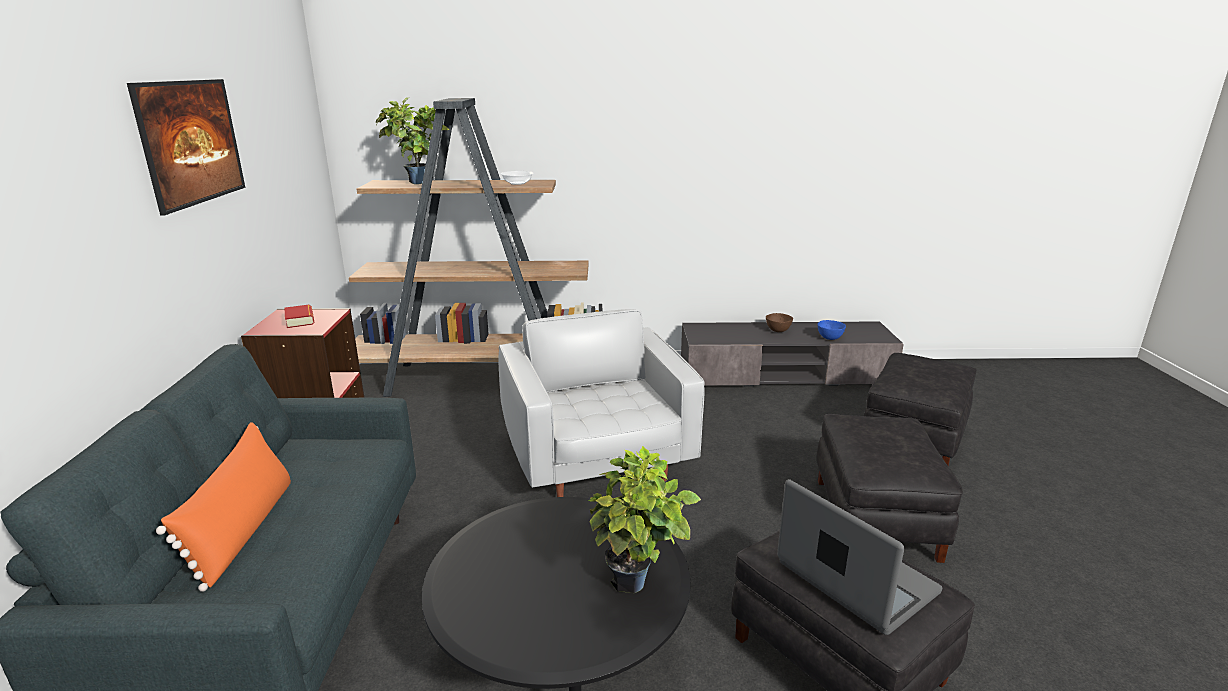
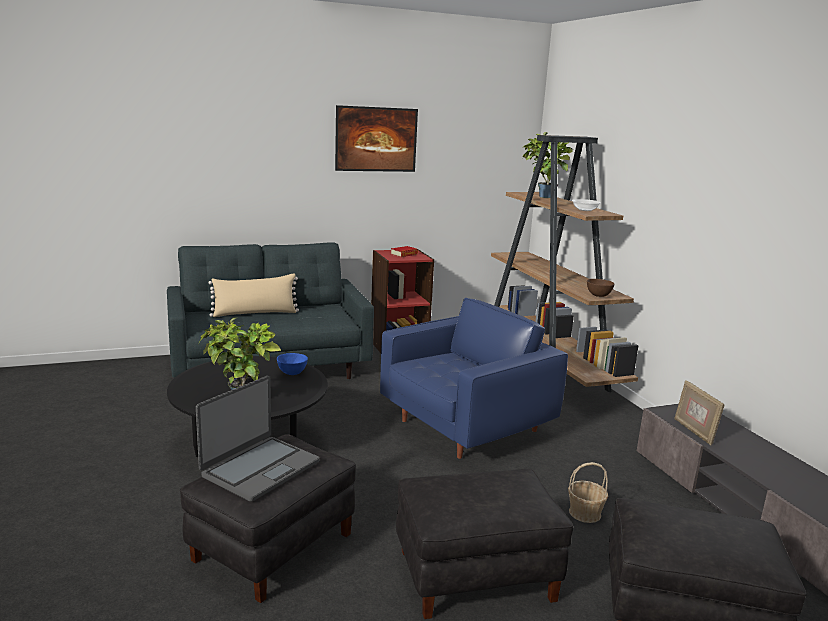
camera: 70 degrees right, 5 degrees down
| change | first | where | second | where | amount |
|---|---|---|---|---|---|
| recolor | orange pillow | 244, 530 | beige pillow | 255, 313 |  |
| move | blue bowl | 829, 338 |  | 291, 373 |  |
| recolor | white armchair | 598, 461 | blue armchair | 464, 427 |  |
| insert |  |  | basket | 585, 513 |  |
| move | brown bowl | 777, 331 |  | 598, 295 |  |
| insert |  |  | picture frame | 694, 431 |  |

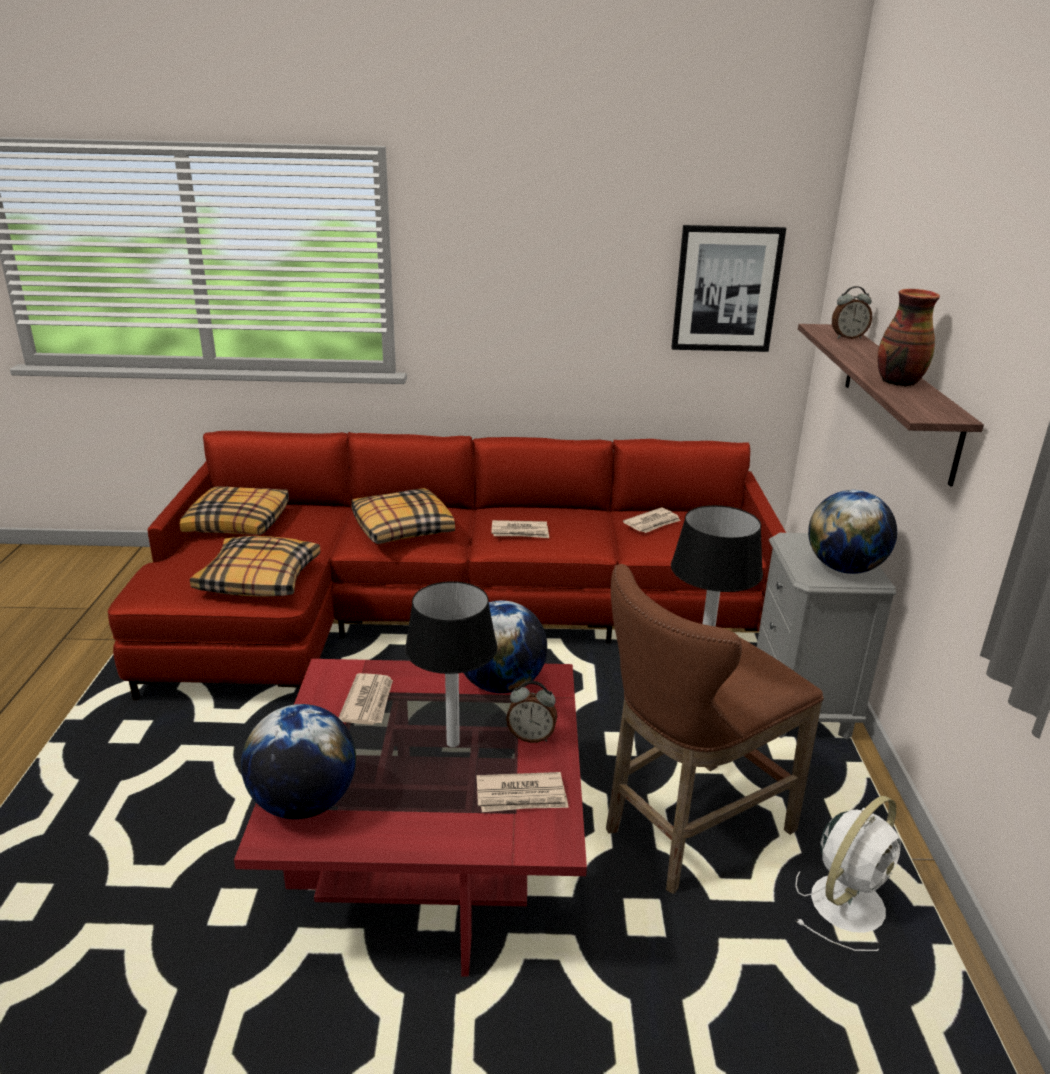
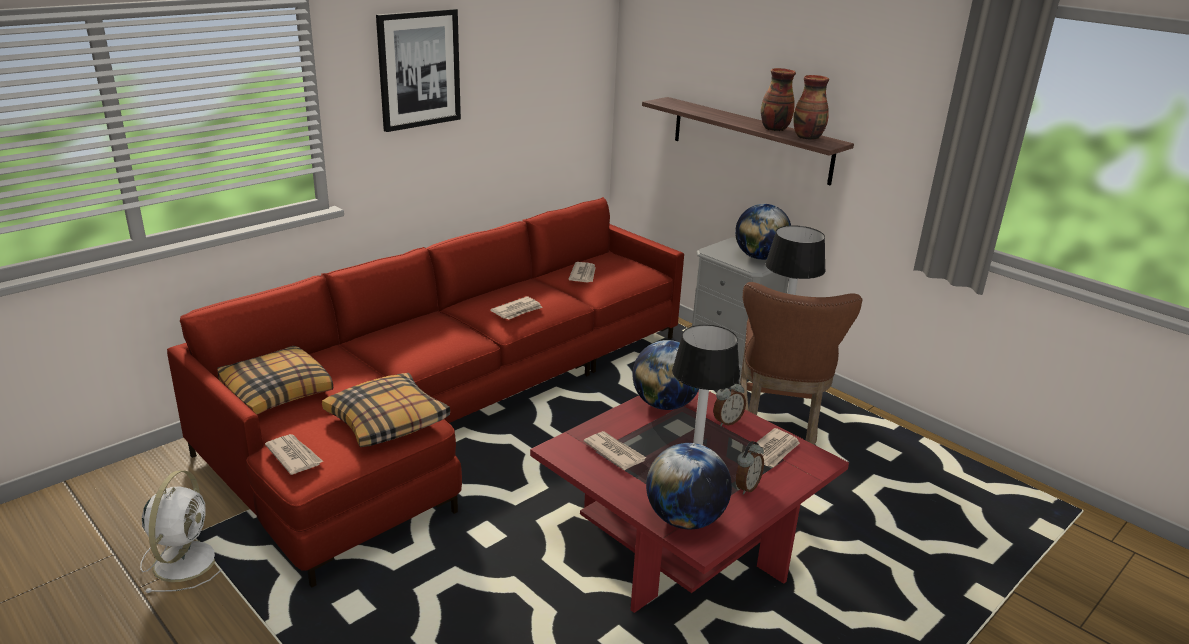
camera: 45 degrees left, 0 degrees up
| change | first | where | second | where | amount |
|---|---|---|---|---|---|
| move | white fan | 849, 902 |  | 186, 559 |  |
| insert |  |  | newspaper | 294, 456 |  |
| move | picture | 726, 289 |  | 419, 69 |  |
| move | alarm clock | 847, 337 |  | 746, 487 |  |
| insert |  |  | vase | 808, 137 |  |
| delete | pillow | 401, 528 |  |  |  |

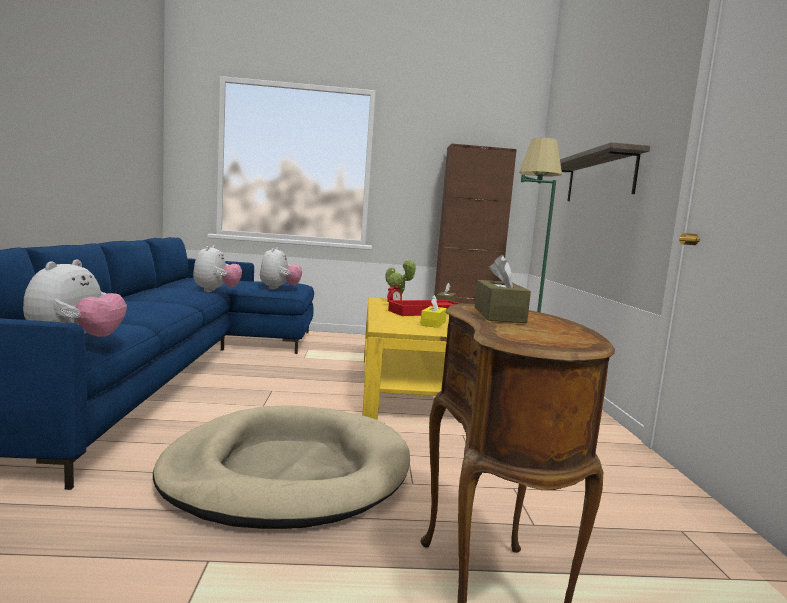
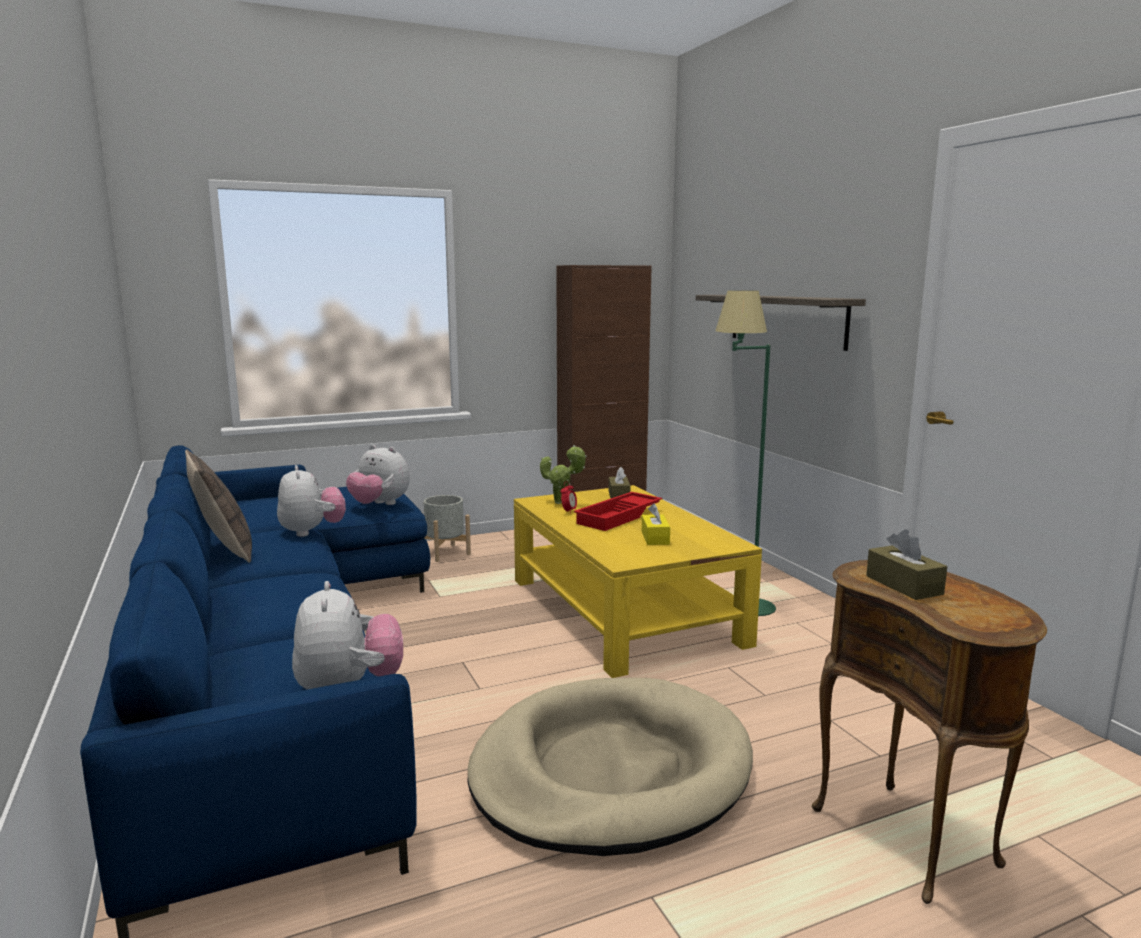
camera: 20 degrees left, 5 degrees up
| change | first | where | second | where | amount |
|---|---|---|---|---|---|
| insert |  |  | pillow | 223, 550 |  |
| rotate | plush toy | 279, 289 |  | 379, 505 | 135 degrees clockwise |
| insert |  |  | grey planter | 445, 553 |  |

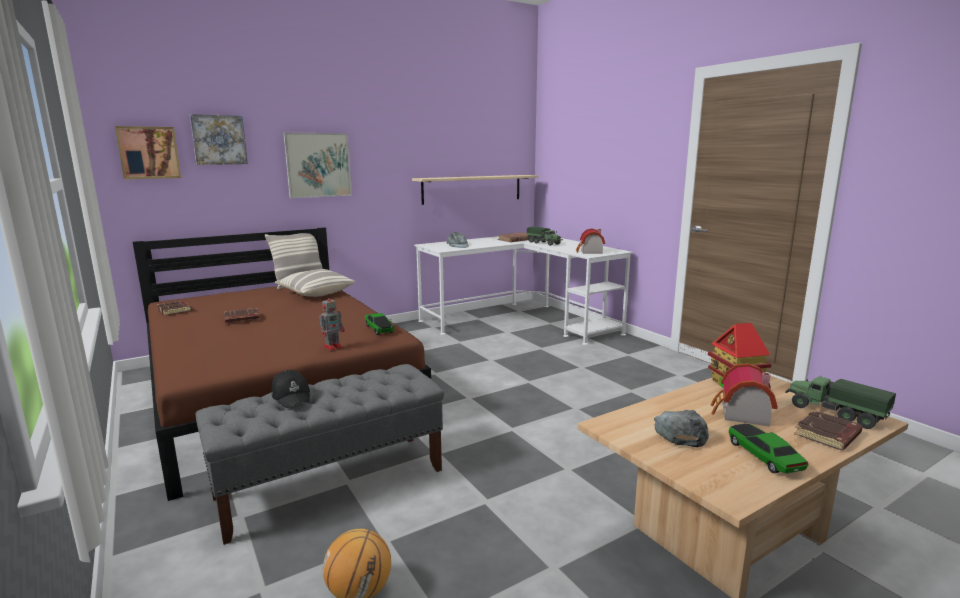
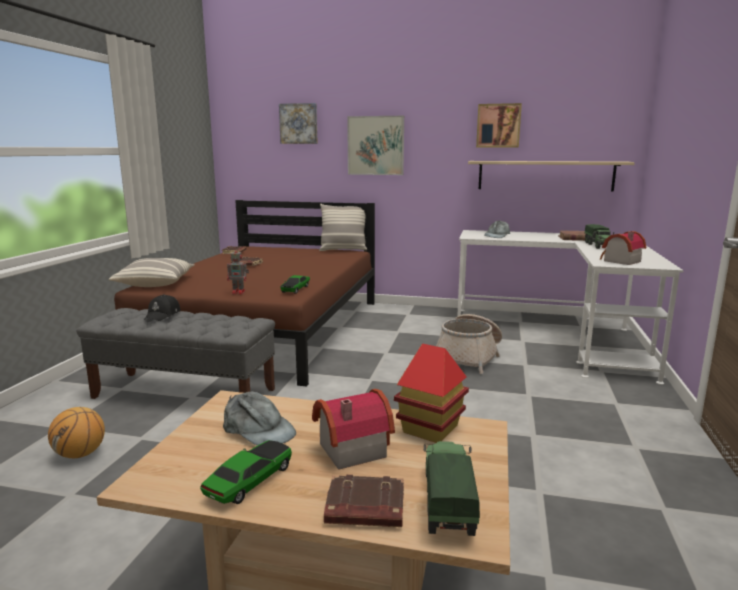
camera: 45 degrees right, 0 degrees up
| change | first | where | second | where | amount |
|---|---|---|---|---|---|
| move | pillow | 315, 293 |  | 155, 283 |  |
| rotate | grey cap | 679, 431 |  | 258, 430 | 75 degrees clockwise |
| insert |  |  | basket | 468, 357 |  |
| move | picture | 149, 152 |  | 498, 125 |  |

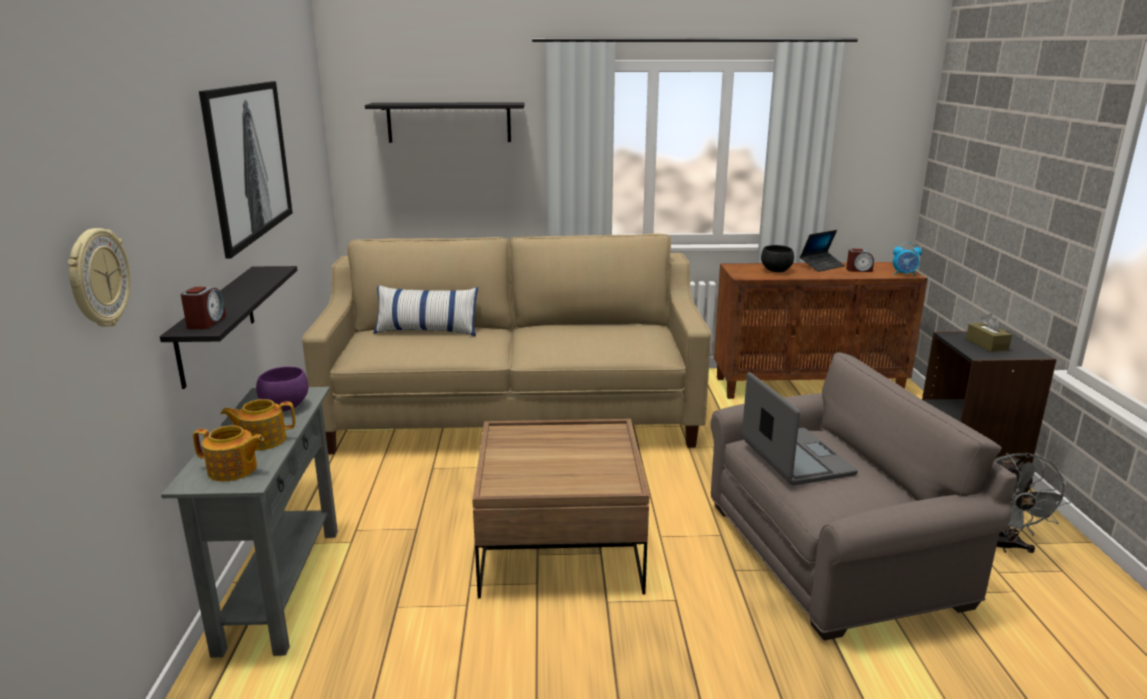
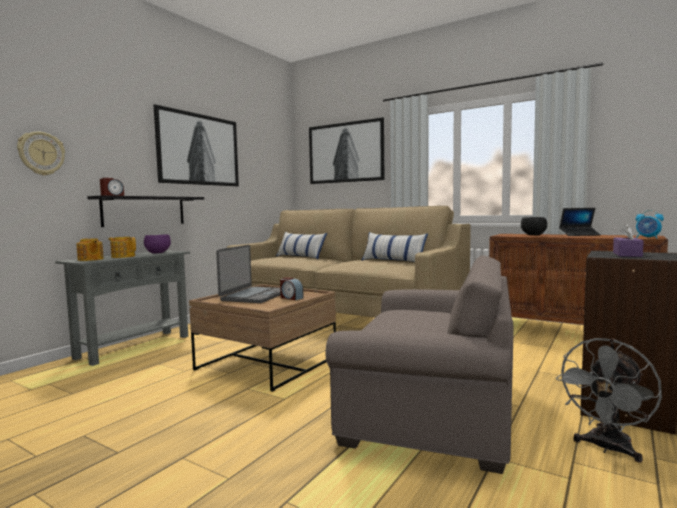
camera: 35 degrees right, 15 degrees down
| change | first | where | second | where | amount |
|---|---|---|---|---|---|
| move | laptop | 795, 458 |  | 254, 296 |  |
| move | alarm clock | 859, 270 |  | 291, 298 |  |
| replace | black shelf | 449, 122 | picture | 346, 152 |  |
| insert |  |  | pillow | 393, 261 |  |
| recolor | brown tissue box | 986, 344 | purple tissue box | 627, 254 |  |

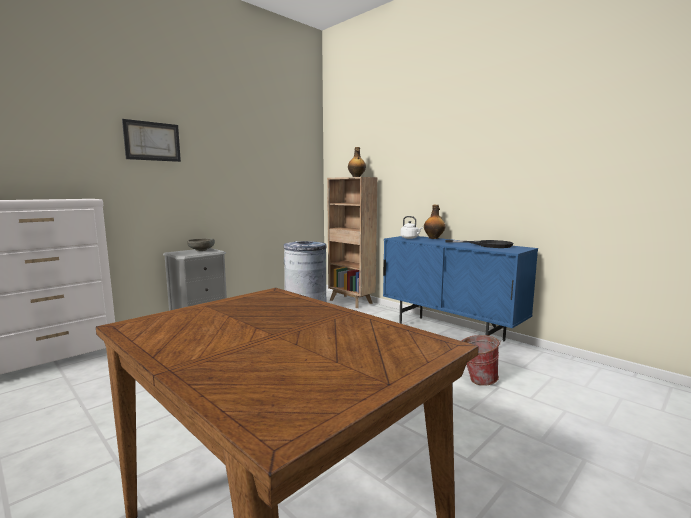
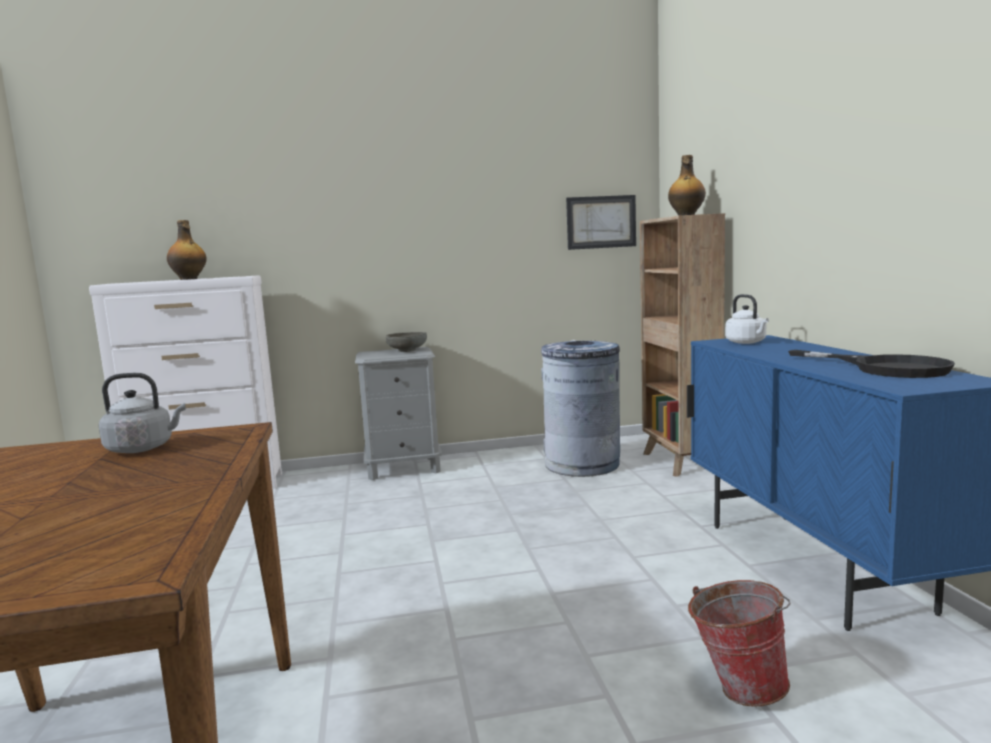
camera: 35 degrees right, 0 degrees up
| change | first | where | second | where | amount |
|---|---|---|---|---|---|
| insert |  |  | grey kettle | 143, 448 |  |
| move | bottle | 434, 238 |  | 189, 279 |  |
| move | picture | 152, 141 |  | 601, 222 |  |

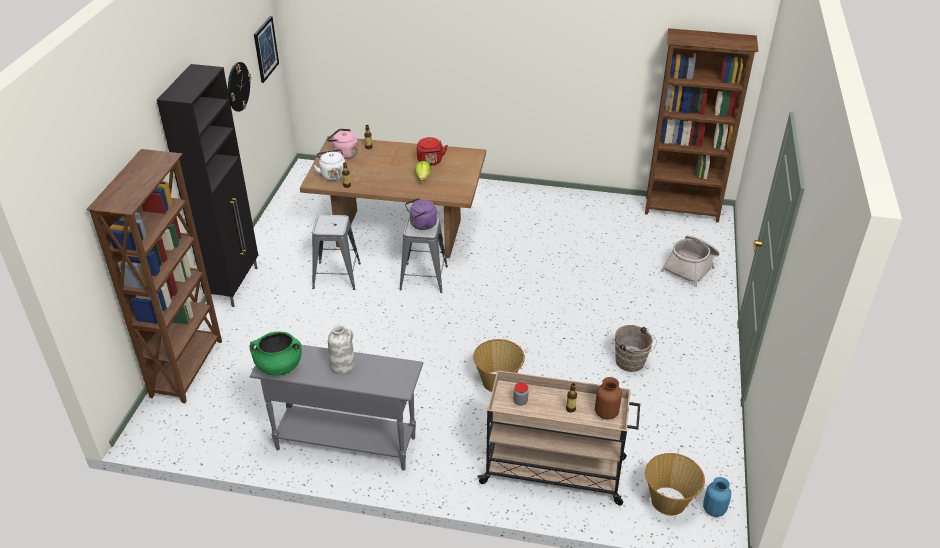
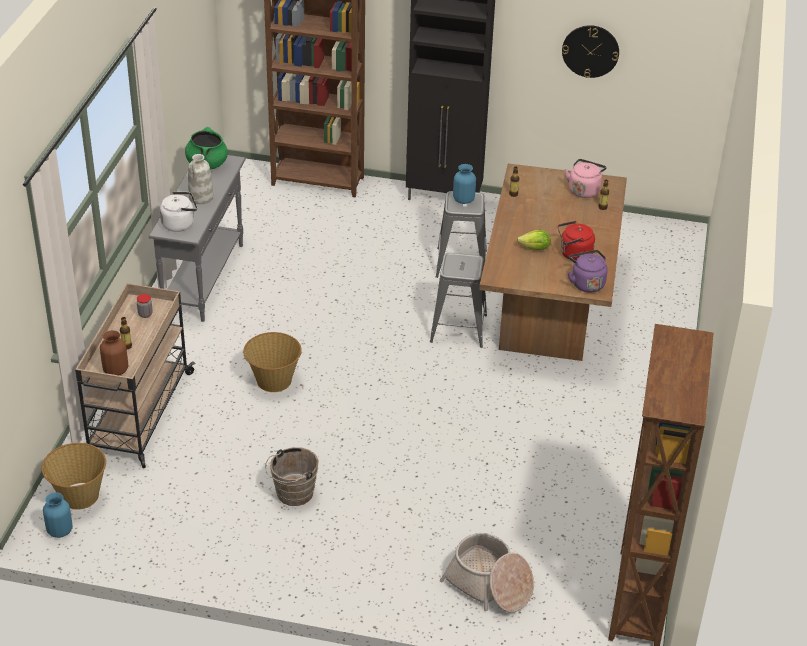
camera: 90 degrees right, 0 degrees up
| change | first | where | second | where | amount |
|---|---|---|---|---|---|
| move | white kettle | 332, 174 |  | 180, 224 |  |
| insert |  |  | blue vase | 463, 199 |  |
| move | purple kettle | 421, 225 |  | 586, 283 |  |
| delete | picture | 265, 49 |  |  |  |

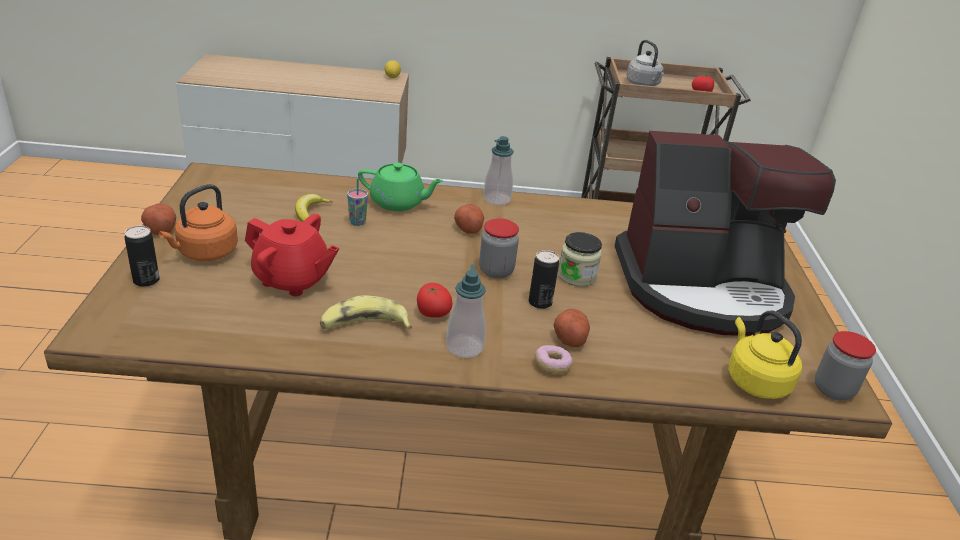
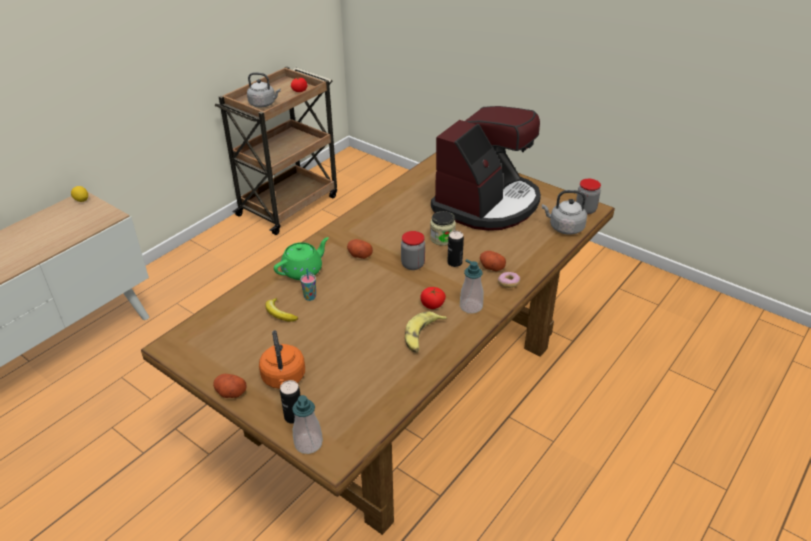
camera: 50 degrees left, 5 degrees up
| change | first | where | second | where | amount |
|---|---|---|---|---|---|
| move | soap dispenser | 497, 199 |  | 308, 443 |  |
| recolor | yellow kettle | 755, 380 | grey kettle | 564, 228 |  |
| delete | red teapot | 292, 280 |  |  |  |

